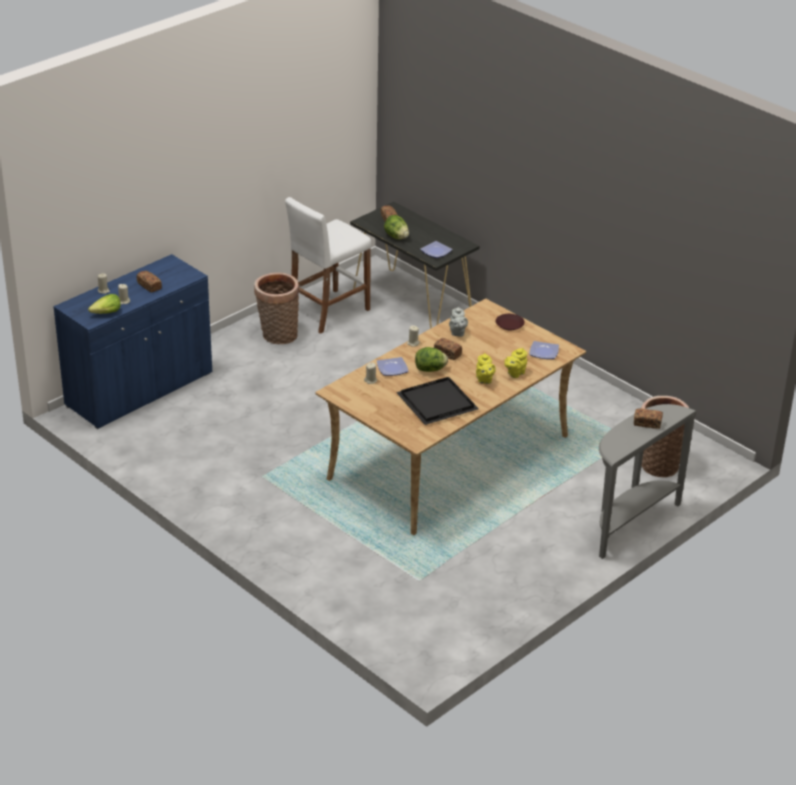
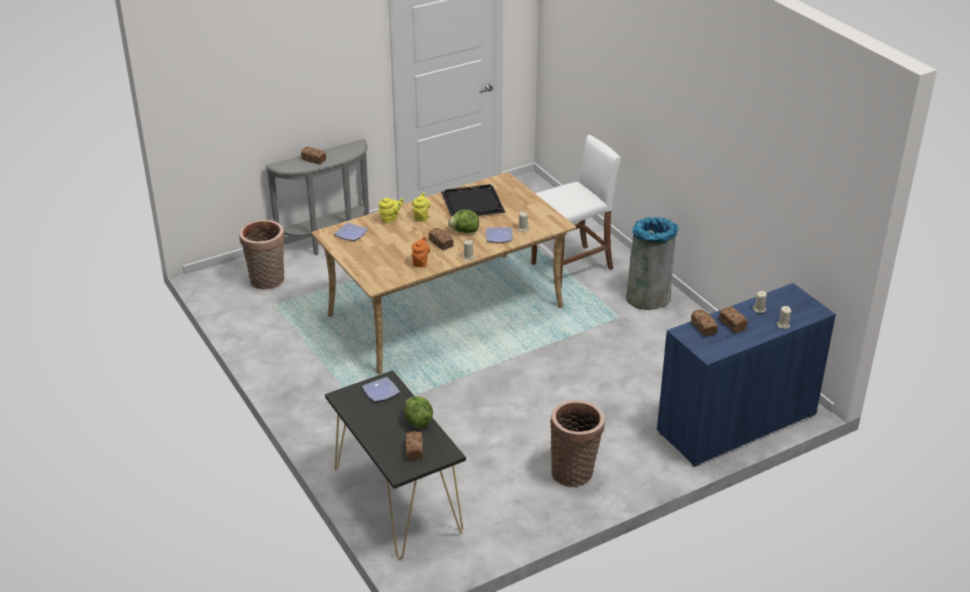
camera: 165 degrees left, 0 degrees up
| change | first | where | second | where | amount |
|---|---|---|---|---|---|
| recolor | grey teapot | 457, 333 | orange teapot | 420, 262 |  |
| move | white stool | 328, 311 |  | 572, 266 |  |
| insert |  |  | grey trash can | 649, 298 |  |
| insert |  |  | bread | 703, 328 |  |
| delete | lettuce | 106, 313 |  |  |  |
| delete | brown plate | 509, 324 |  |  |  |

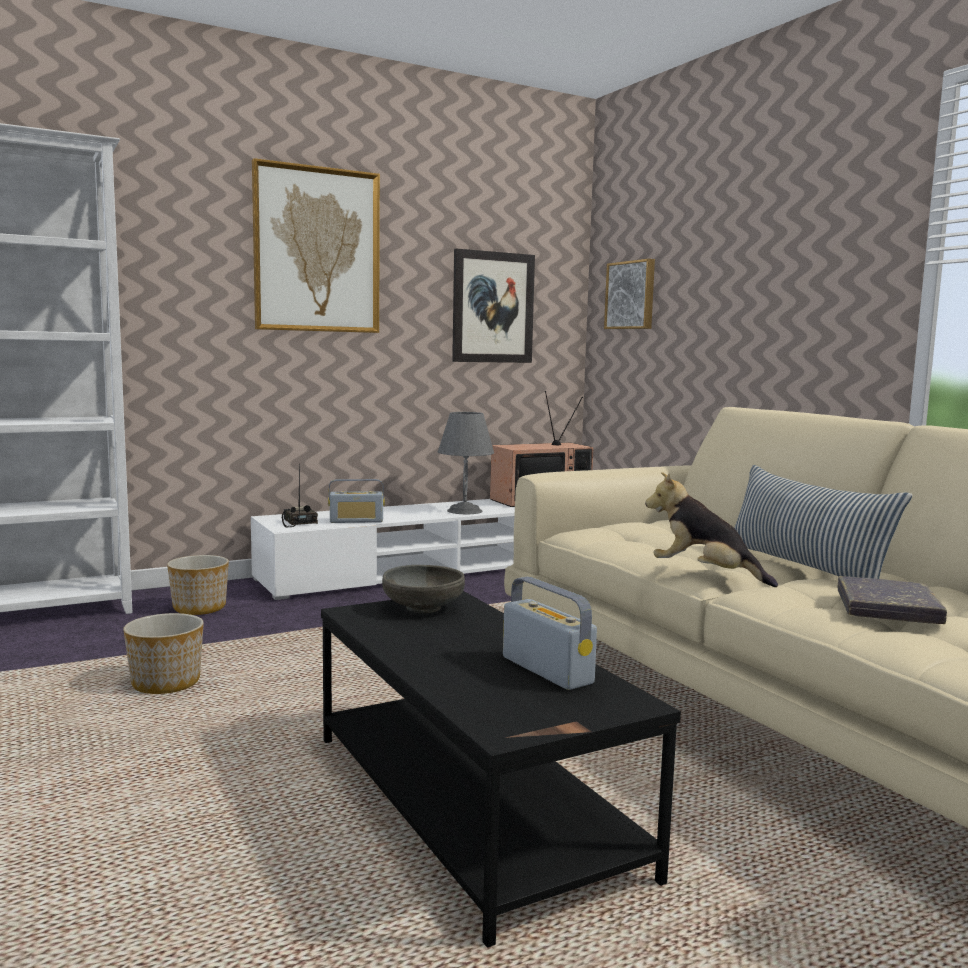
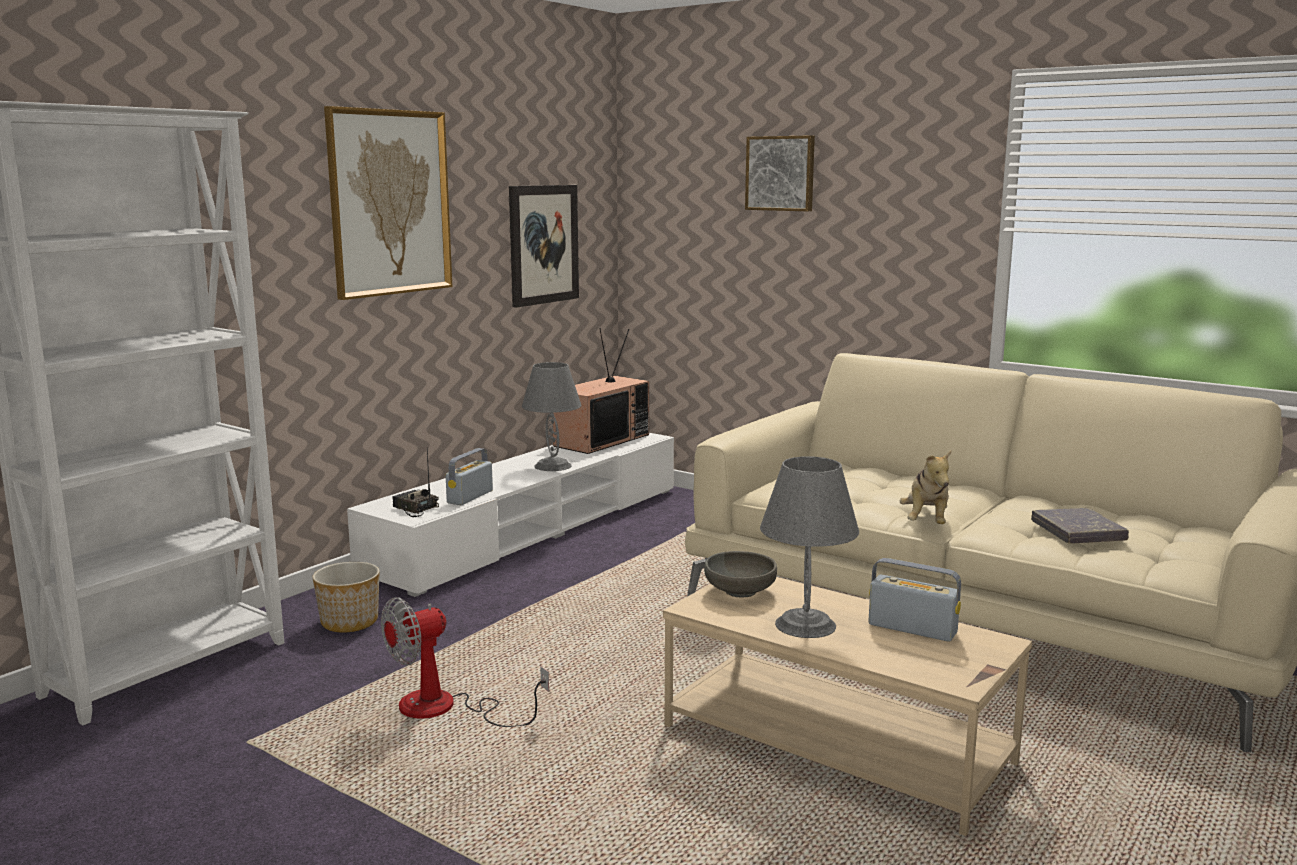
camera: 25 degrees left, 5 degrees up
| change | first | where | second | where | amount |
|---|---|---|---|---|---|
| replace | planter | 167, 683 | fan | 446, 709 |  |
| rotate | radio | 356, 521 |  | 470, 497 | 150 degrees clockwise |
| recolor | black coffee table | 472, 803 | beige coffee table | 837, 744 |  |
| move | picture | 631, 295 |  | 781, 173 |  |
| insert |  |  | grey table lamp | 806, 625 |  |
| rotate | plush toy | 704, 575 |  | 926, 522 | 90 degrees counterclockwise |
| delete | pillow | 804, 567 |  |  |  |

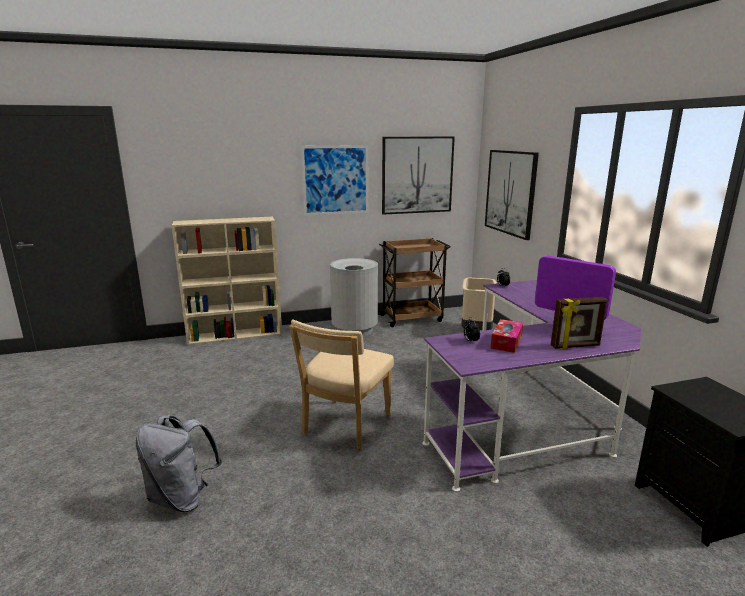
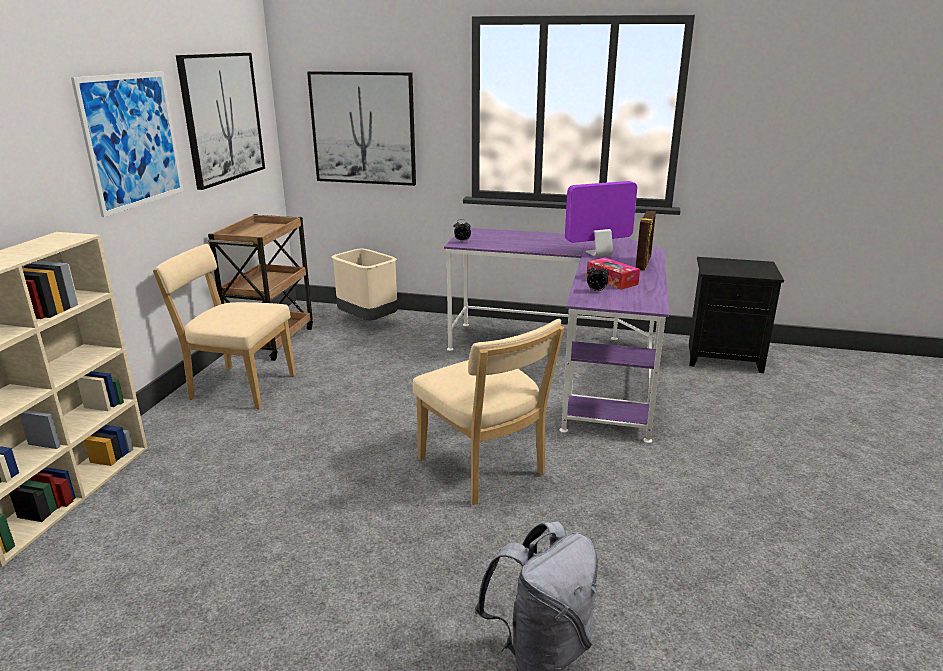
camera: 60 degrees left, 5 degrees up
| change | first | where | second | where | amount |
|---|---|---|---|---|---|
| replace | grey trash can | 354, 330 | beige chair | 238, 386 |  |

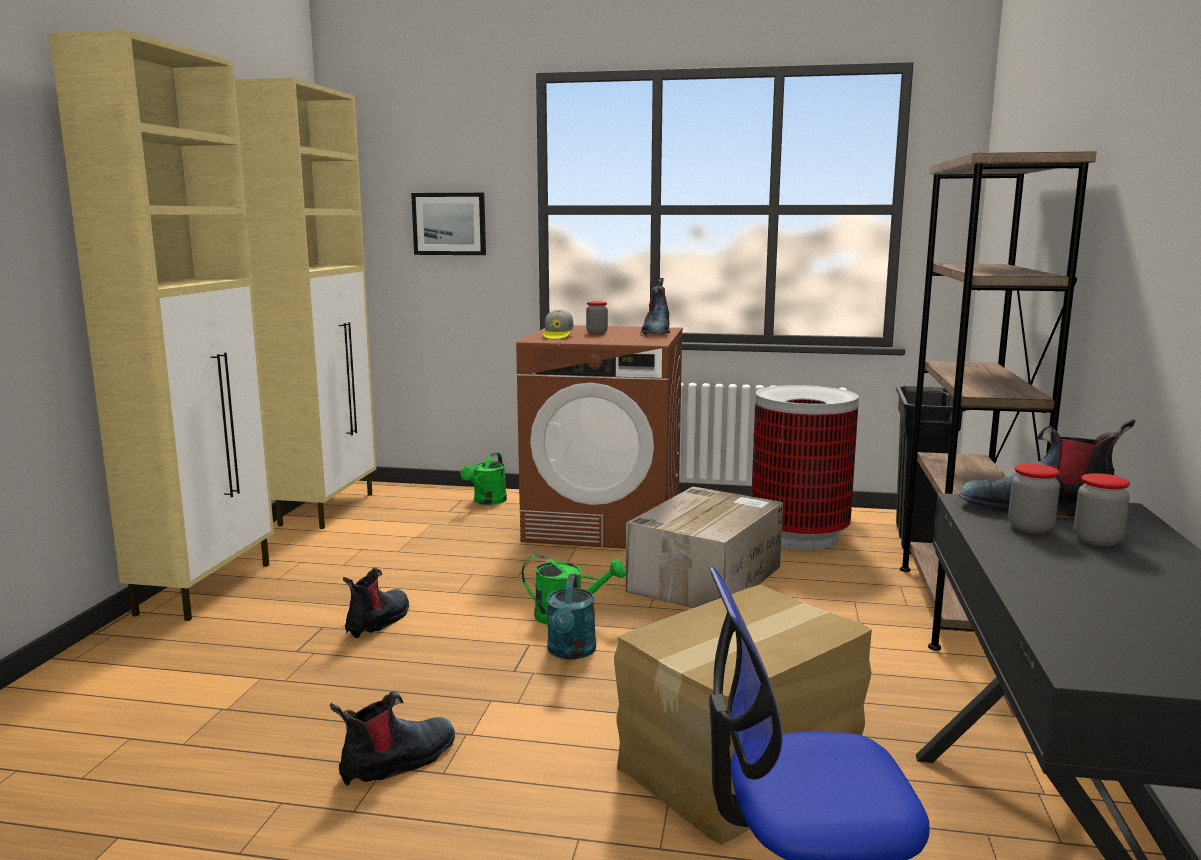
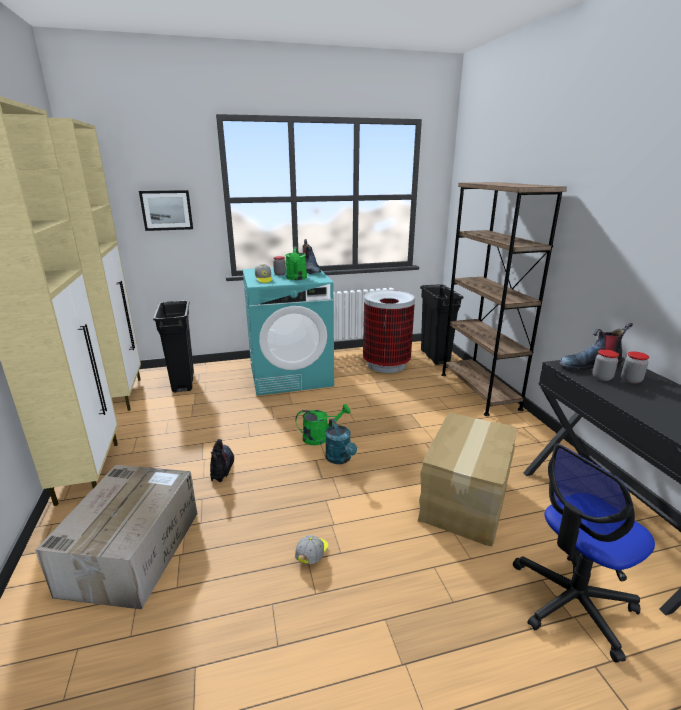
camera: 25 degrees left, 10 degrees up
| change | first | where | second | where | amount |
|---|---|---|---|---|---|
| move | cardboard box | 706, 578 |  | 133, 550 |  |
| insert |  |  | black trash can | 183, 382 |  |
| recolor | brown washing machine | 605, 524 | turquoise washing machine | 291, 375 |  |
| move | green watering can | 487, 501 |  | 296, 278 |  |
| replace | boot | 398, 761 | cap | 312, 554 |  |

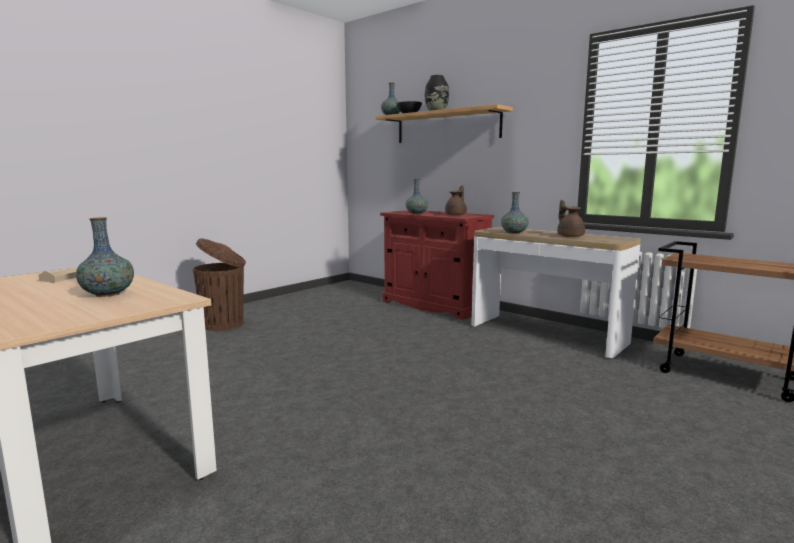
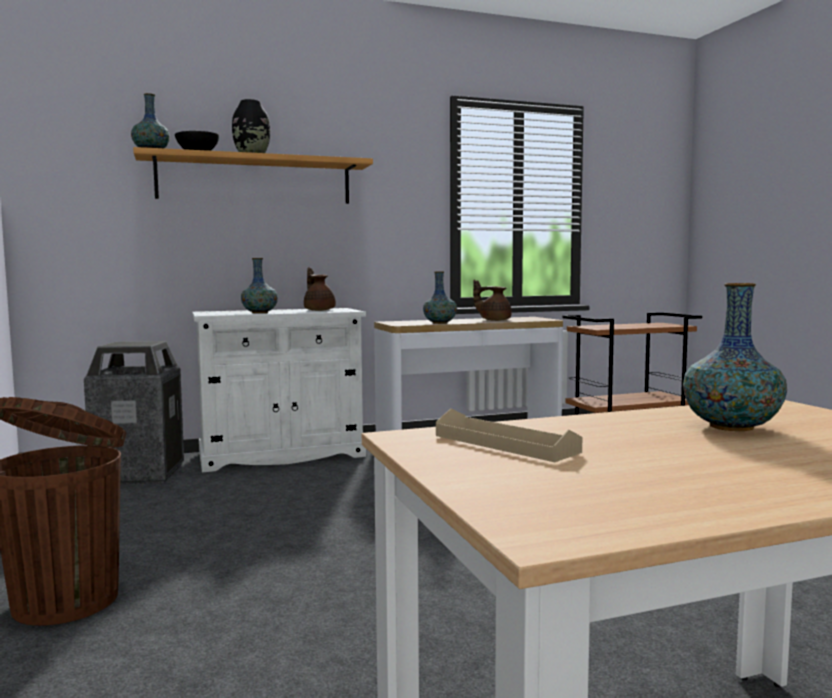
camera: 60 degrees left, 5 degrees down
| change | first | where | second | where | amount |
|---|---|---|---|---|---|
| insert |  |  | trash can | 139, 474 |  |
| recolor | red cabinet | 434, 305 | white cabinet | 281, 455 |  |

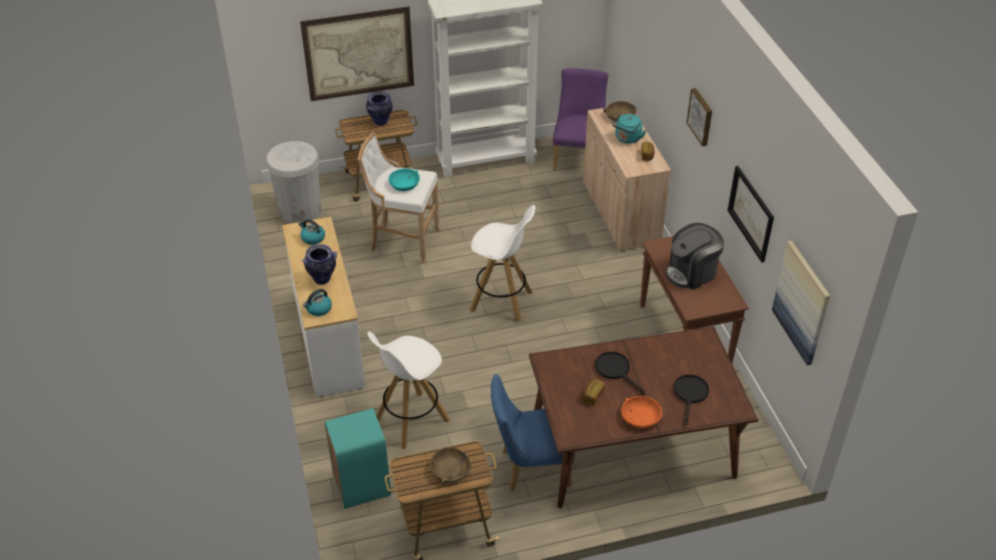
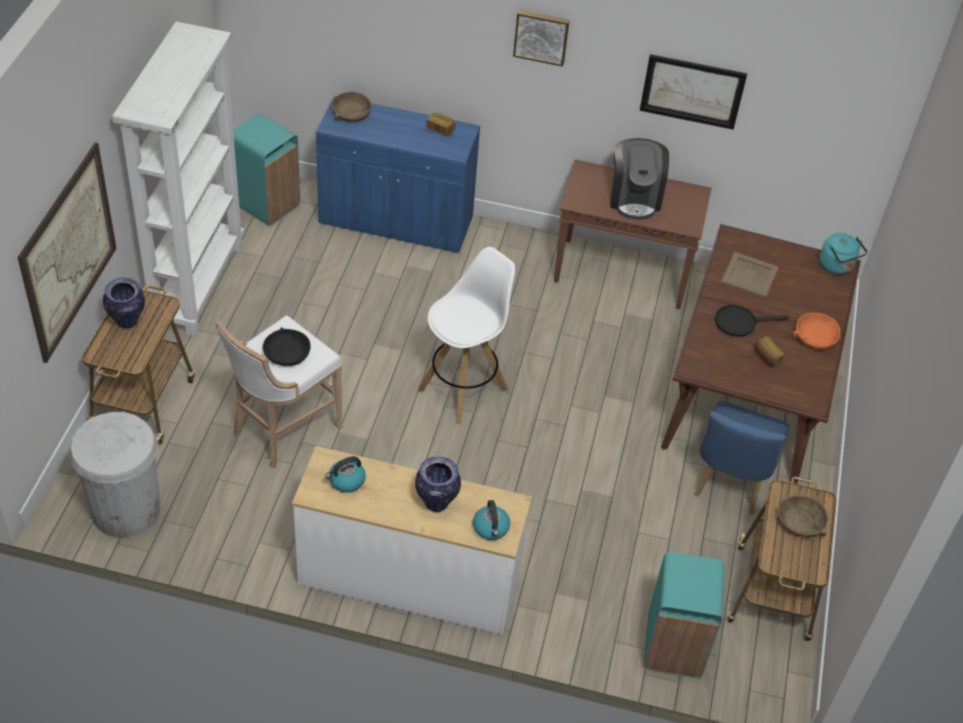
camera: 65 degrees left, 5 degrees up
| change | first | where | second | where | amount |
|---|---|---|---|---|---|
| replace | purple chair | 578, 156 | turquoise trash can | 267, 204 |  |
| recolor | turquoise bowl | 404, 184 | black bowl | 286, 353 |  |
| recolor | beige cabinet | 620, 213 | blue cabinet | 396, 221 |  |
| insert |  |  | beige tray | 749, 275 |  |
| move | turquoise kettle | 627, 139 |  | 837, 266 |  |
| delete | white stool | 411, 420 |  |  |  |
| delete | black frying pan | 690, 395 |  |  |  |
| delete | picture | 802, 302 |  |  |  |

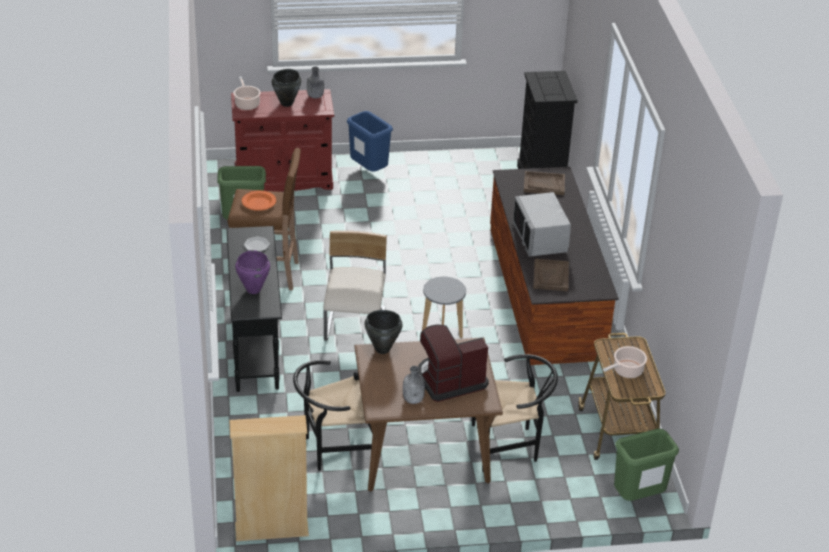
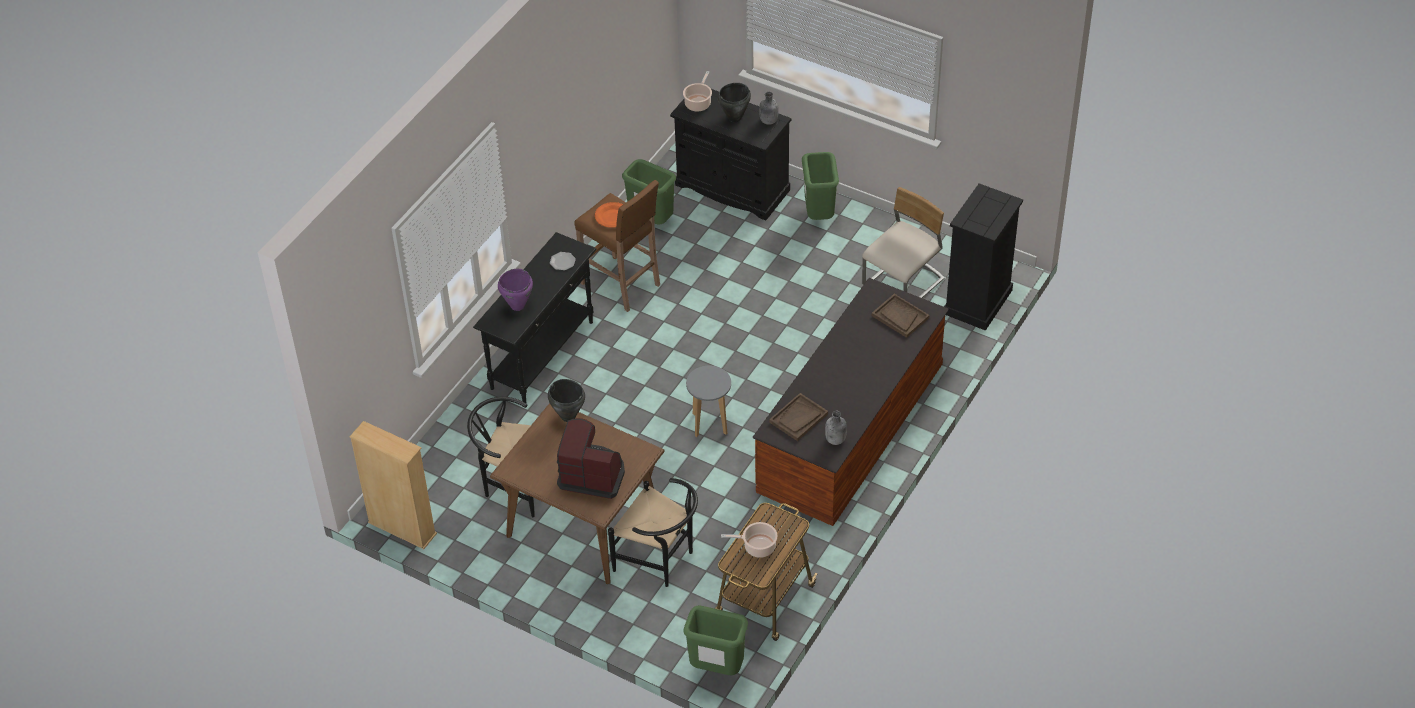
camera: 40 degrees right, 10 degrees up
| change | first | where | second | where | amount |
|---|---|---|---|---|---|
| recolor | red cabinet | 283, 179 | black cabinet | 732, 188 |  |
| recolor | blue trash can | 369, 171 | green trash can | 819, 215 |  |
| move | grey bottle | 413, 400 |  | 836, 440 |  |
| move | beige chair | 355, 326 |  | 904, 283 |  |
| delete | grey microwave | 541, 239 |  |  |  |

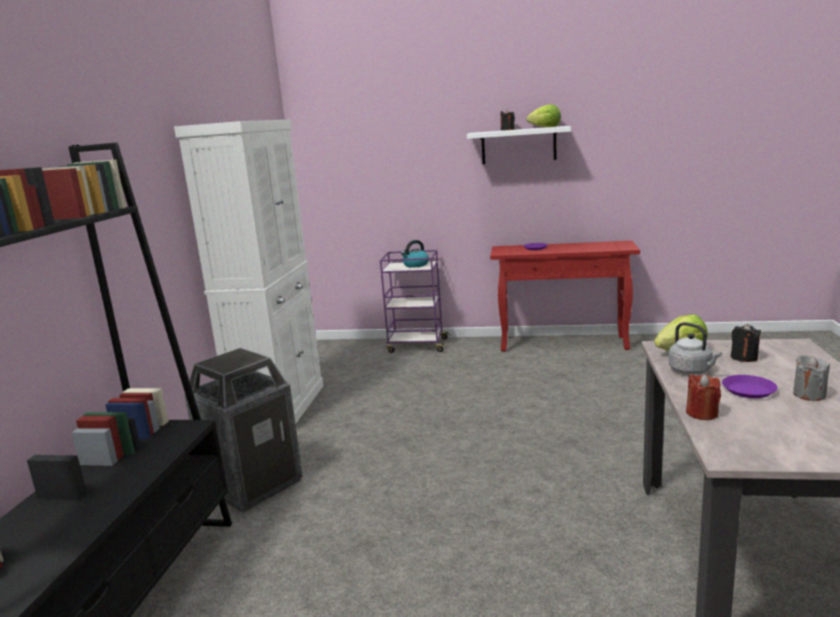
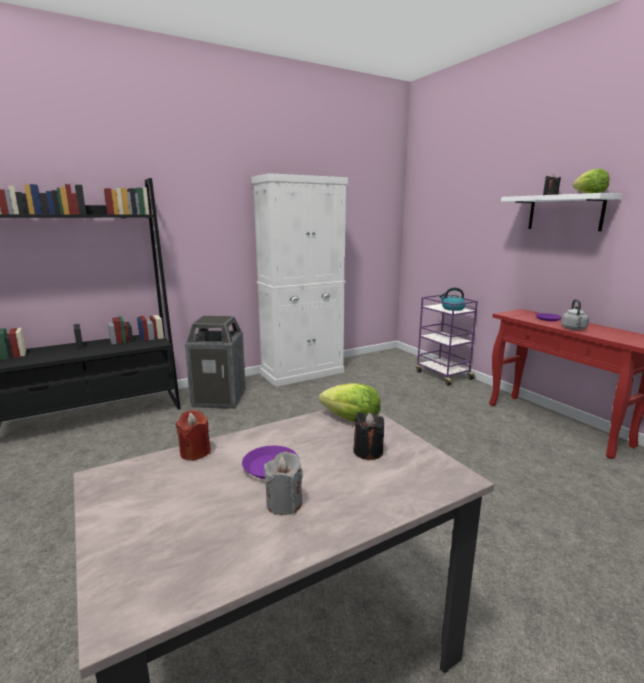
camera: 50 degrees right, 0 degrees up
| change | first | where | second | where | amount |
|---|---|---|---|---|---|
| move | grey kettle | 692, 371 |  | 574, 329 |  |

